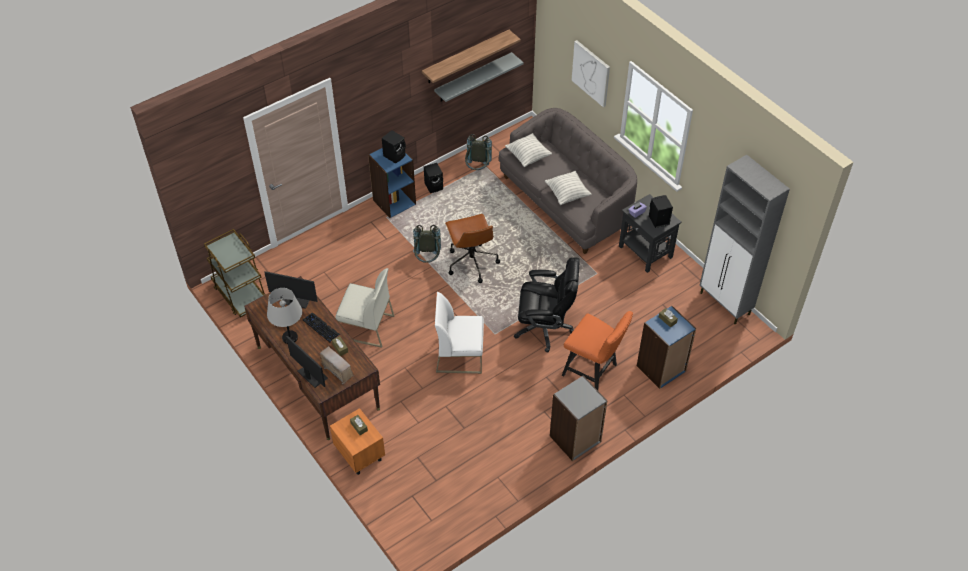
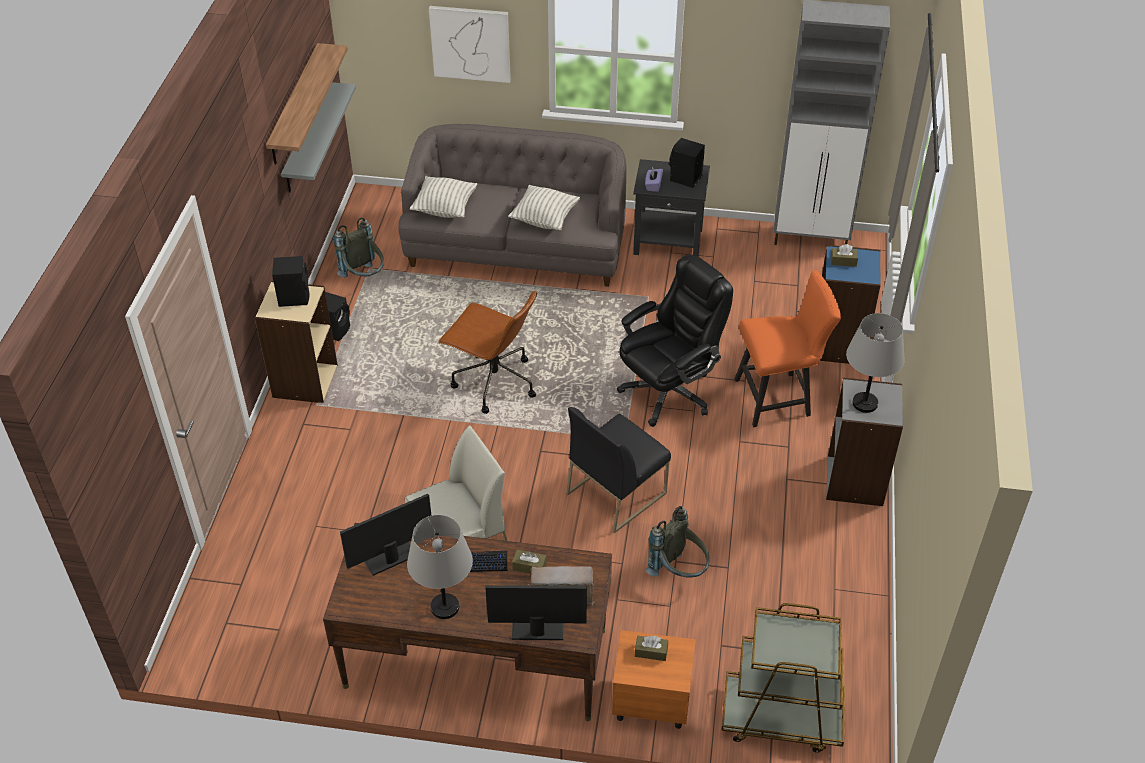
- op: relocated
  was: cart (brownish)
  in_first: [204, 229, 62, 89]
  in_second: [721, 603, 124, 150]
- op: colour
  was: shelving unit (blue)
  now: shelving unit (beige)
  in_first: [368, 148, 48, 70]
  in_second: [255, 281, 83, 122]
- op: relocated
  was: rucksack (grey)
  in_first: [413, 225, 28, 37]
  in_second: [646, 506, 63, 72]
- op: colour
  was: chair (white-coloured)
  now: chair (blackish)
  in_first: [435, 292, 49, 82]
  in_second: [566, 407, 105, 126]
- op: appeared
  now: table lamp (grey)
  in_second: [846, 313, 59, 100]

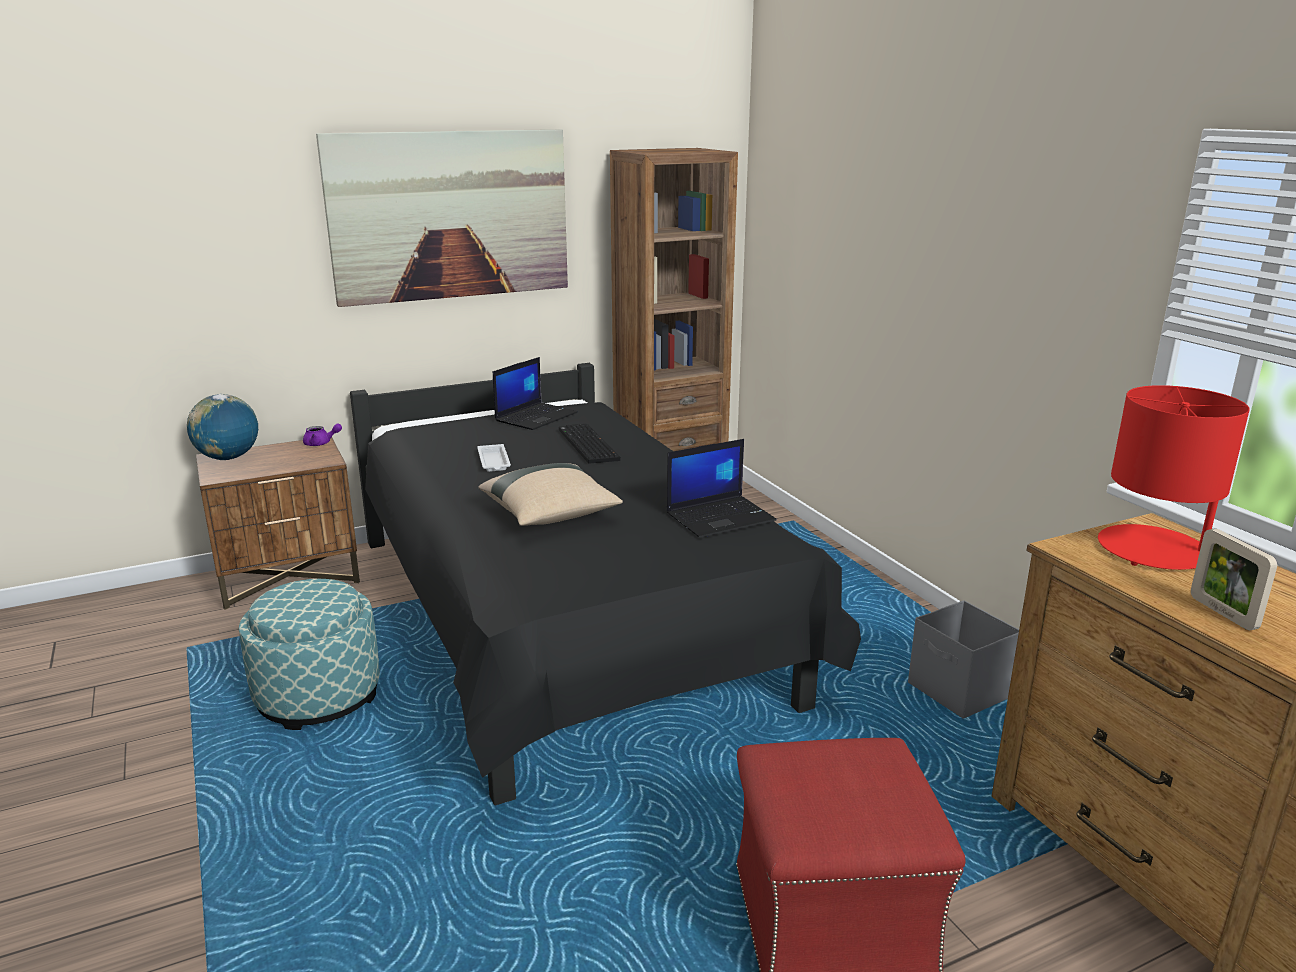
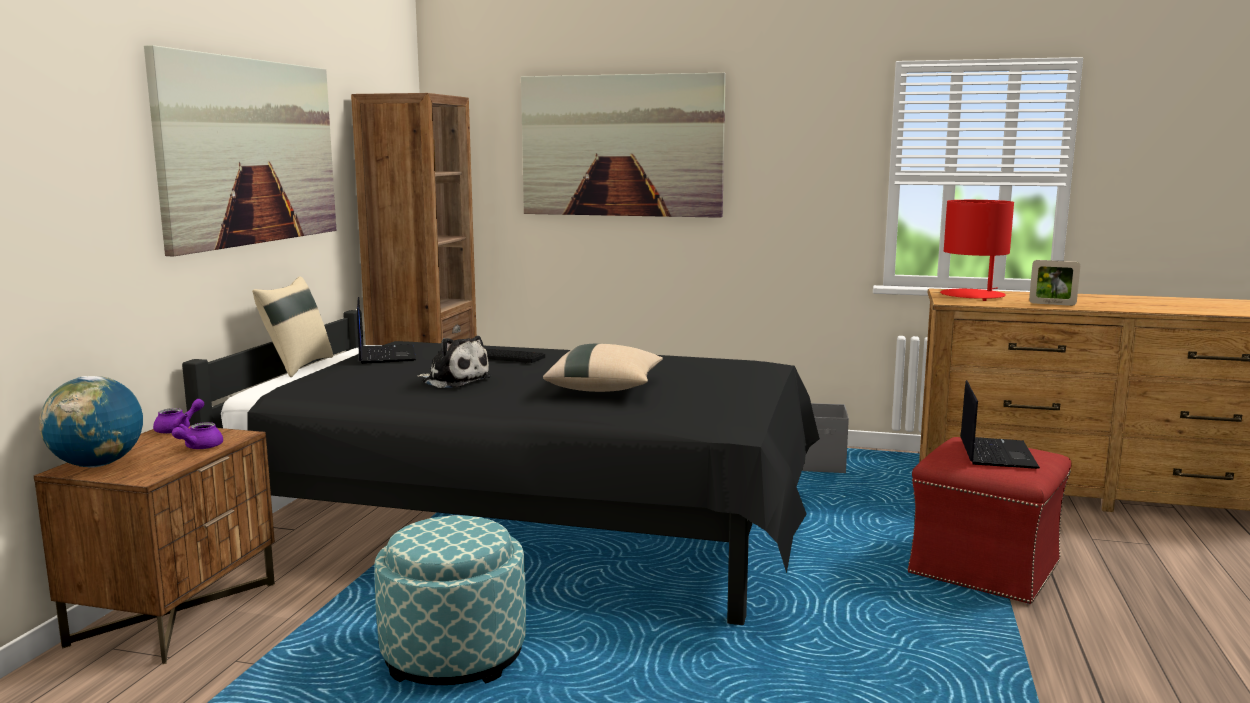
- op: exchanged
  was: tray (white-coloured)
  now: cuddly toy
  in_first: [477, 444, 34, 28]
  in_second: [417, 336, 74, 52]
- op: relocated
  was: portable computer
  in_first: [667, 439, 110, 99]
  in_second: [960, 380, 80, 89]
- op: appeared
  now: pot for tea (purple-coloured)
  in_second: [172, 422, 51, 27]
- op: appeared
  now: cushion (beige)
  in_second: [252, 276, 81, 101]
- op: appeared
  now: wall picture
  in_second: [521, 72, 205, 146]

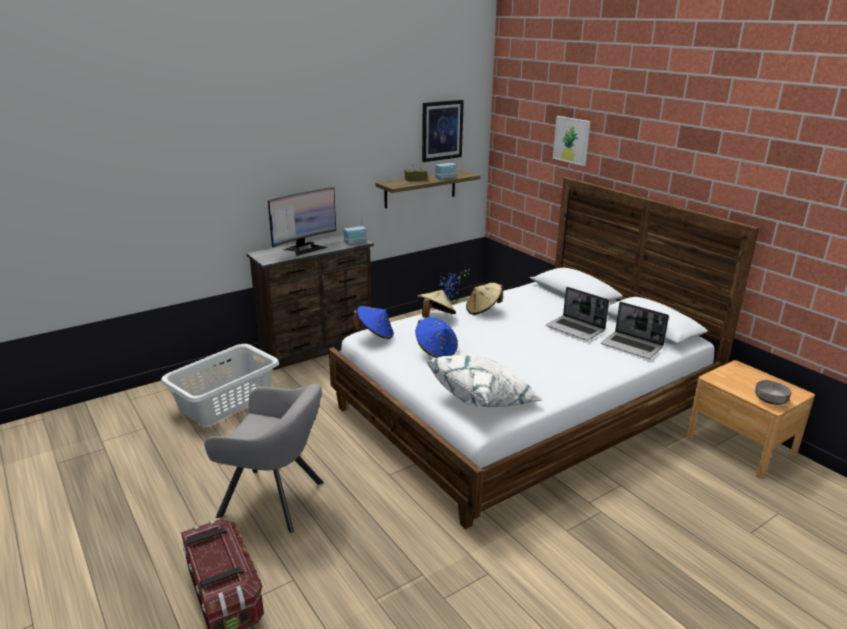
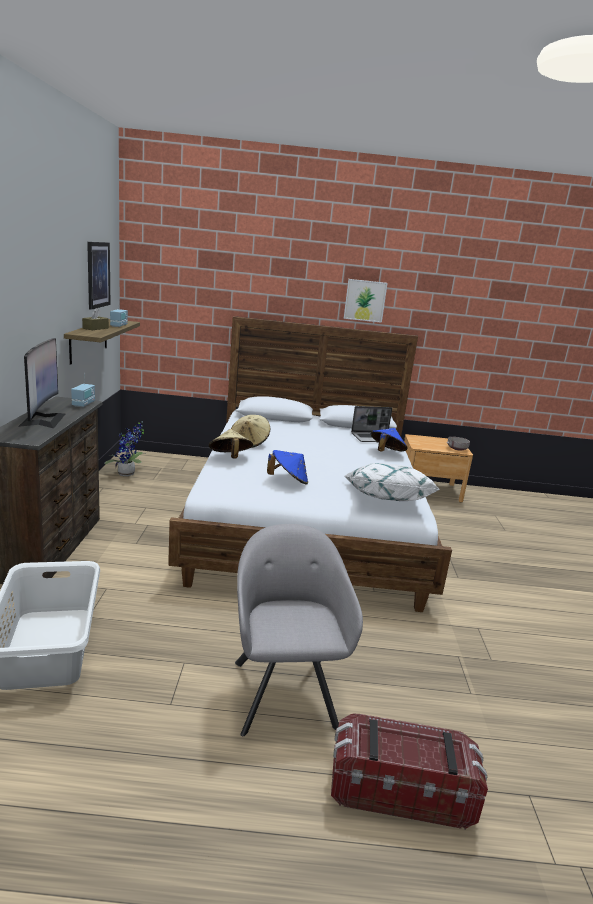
- op: spun
  was: armchair (grey)
  in_first: [204, 384, 120, 149]
  in_second: [235, 524, 128, 213]
  clockwise: -60
- op: relocated
  was: wearable hat (blue)
  in_first: [353, 306, 41, 33]
  in_second: [371, 428, 36, 23]
- op: missing
  was: portable computer
  in_first: [546, 287, 63, 54]
- op: relocated
  was: wall picture
  in_first: [553, 116, 37, 50]
  in_second: [344, 279, 44, 44]

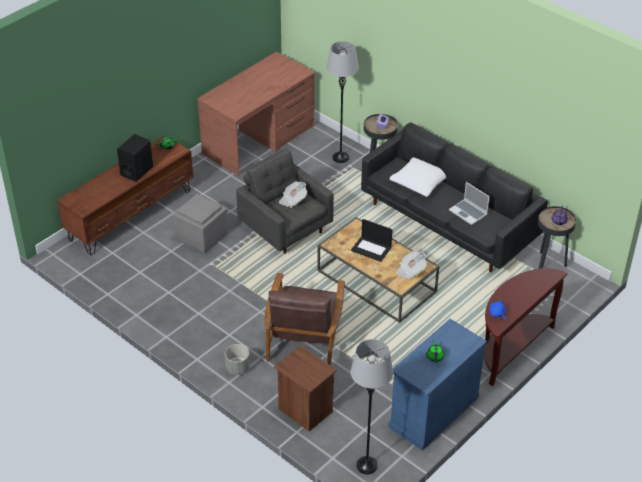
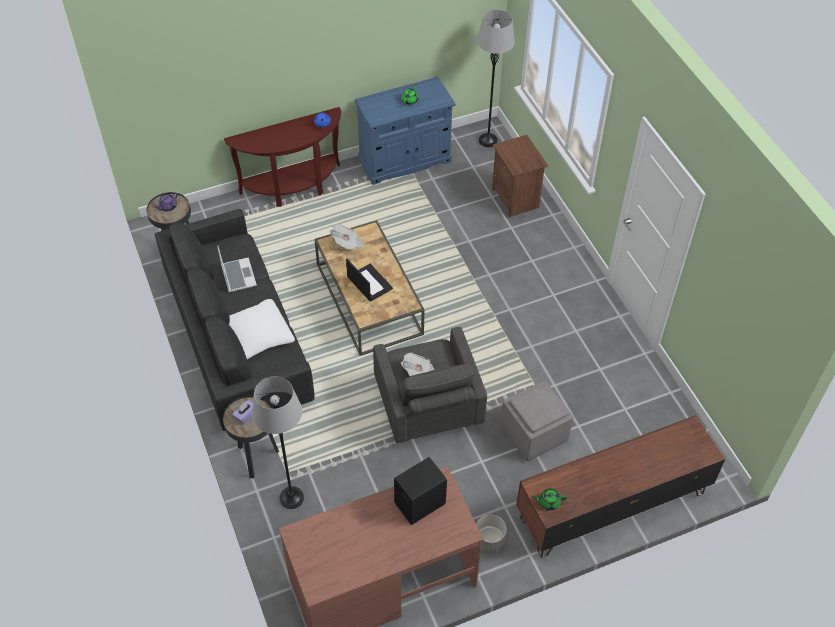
- op: relocated
  was: audio speaker (blackish)
  in_first: [117, 134, 36, 48]
  in_second: [394, 457, 53, 68]
- op: relocated
  was: planter (grey)
  in_first: [225, 344, 25, 31]
  in_second: [476, 515, 31, 38]
- op: missing
  was: armchair (brownish)
  in_first: [264, 273, 81, 93]

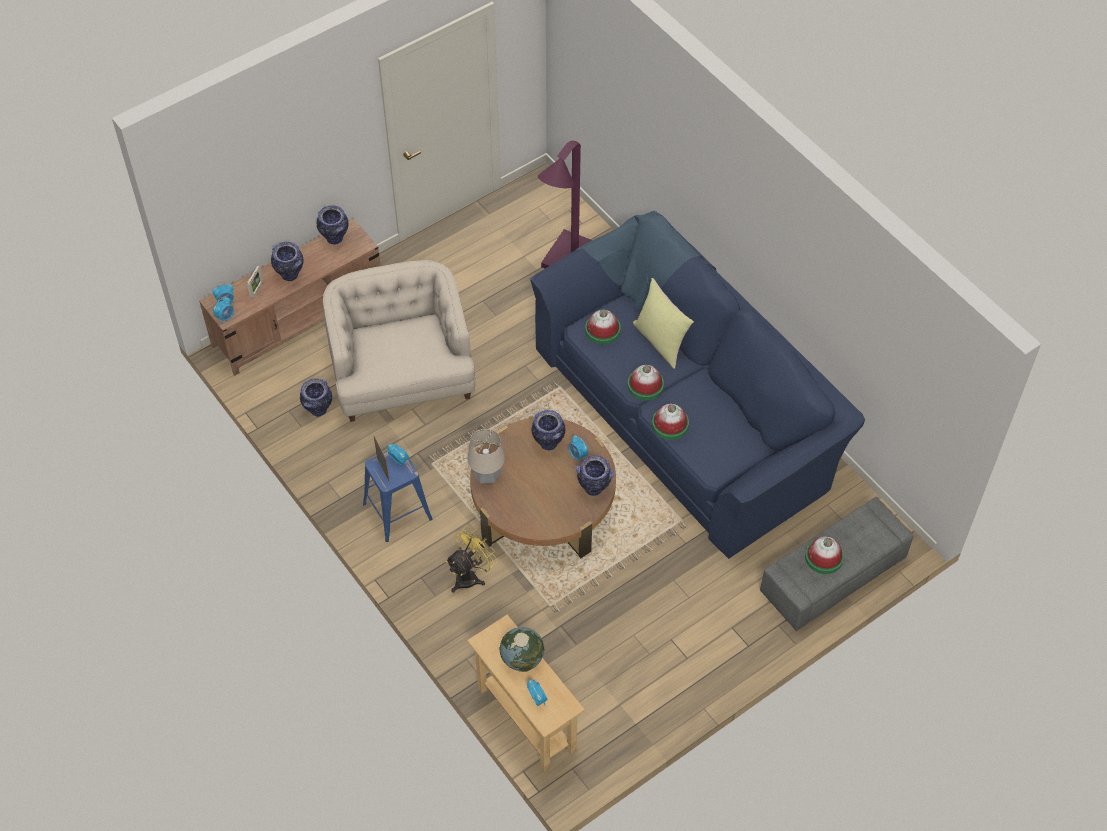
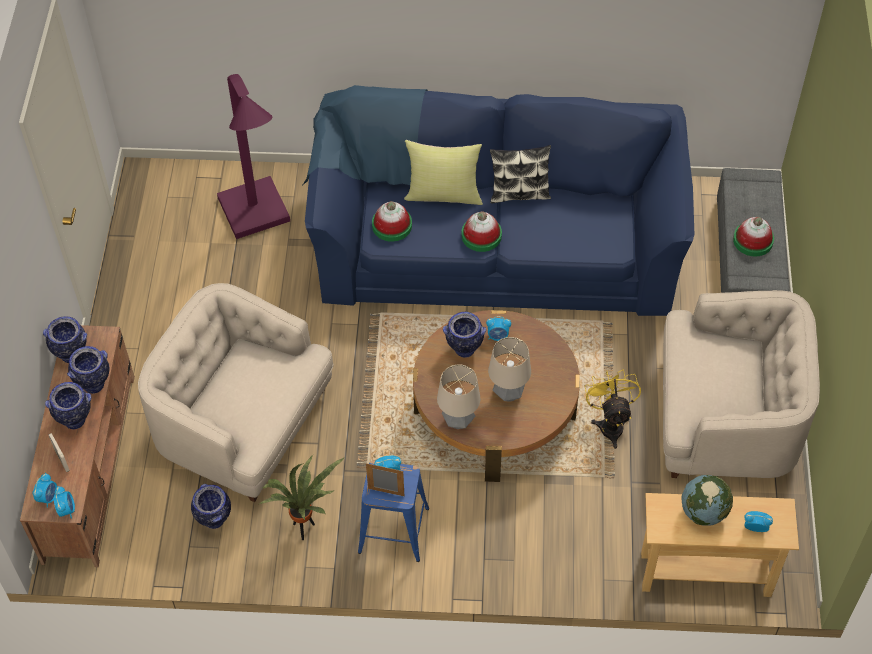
- op: relocated
  was: fan (yellow)
  in_first: [445, 526, 53, 67]
  in_second: [585, 369, 56, 80]
- op: relocated
  was: decorative vase
  in_first: [576, 456, 38, 40]
  in_second: [67, 346, 42, 48]
- op: missing
  was: wearable hat
  in_first: [652, 404, 37, 36]
- op: appeared
  now: potted plant
  in_second: [259, 455, 86, 85]
- op: appeared
  now: table lamp
  in_second: [488, 337, 43, 65]
- op: appeared
  now: cushion
  in_second: [490, 145, 61, 59]
- op: appeared
  now: armchair (beige)
  in_second: [663, 290, 157, 188]

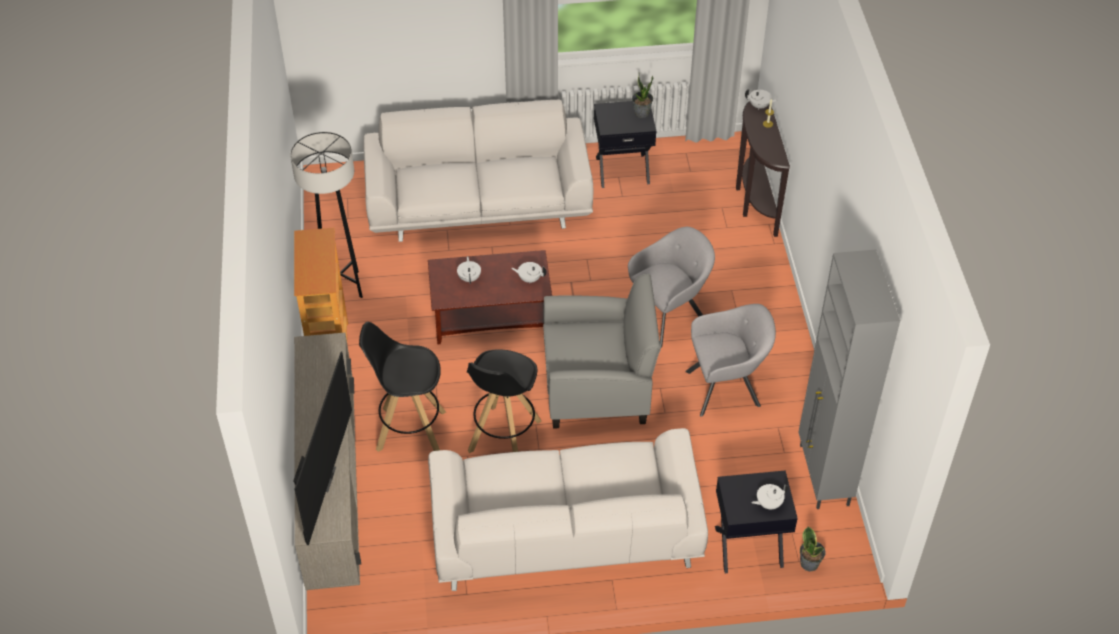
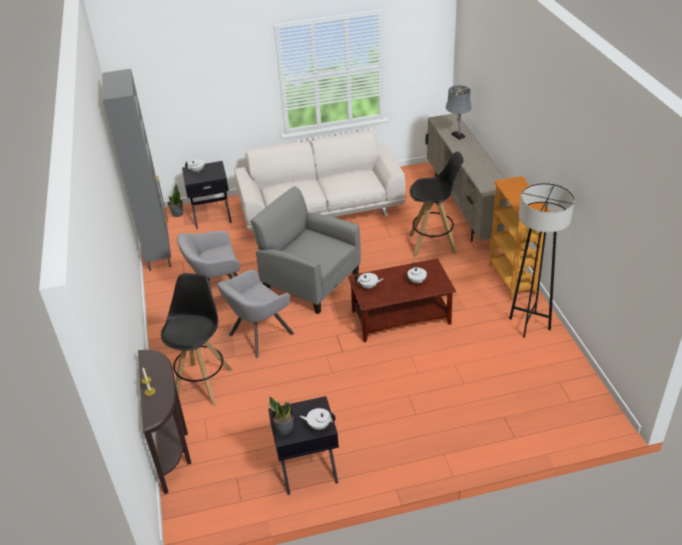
- op: exchanged
  was: TV set
  now: table lamp (grey)
  in_first: [293, 351, 59, 194]
  in_second: [446, 85, 26, 55]
- op: missing
  was: couch (white-coloured)
  in_first: [363, 100, 230, 142]
- op: relocated
  was: sitting stool (blackish)
  in_first: [467, 349, 75, 104]
  in_second: [161, 273, 71, 133]
- op: spun
  was: armchair (grey)
  in_first: [543, 274, 118, 155]
  in_second: [250, 186, 111, 128]
  clockwise: 45
- op: relocated
  was: pot for tea (white-coloured)
  in_first: [745, 89, 33, 21]
  in_second: [300, 408, 36, 22]

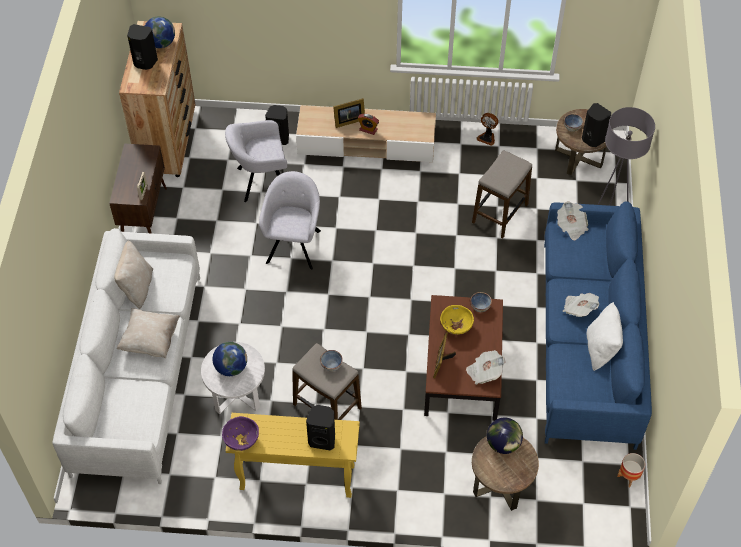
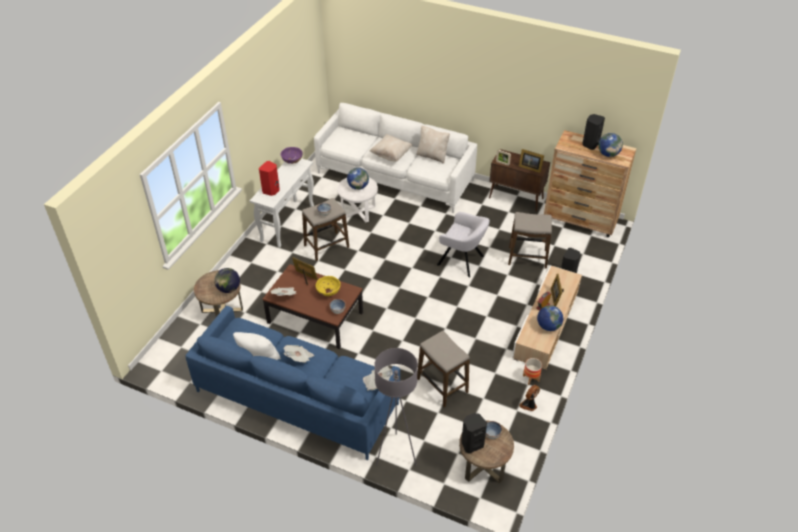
- op: exchanged
  was: armchair (grey)
  now: sitting stool
  in_first: [225, 120, 62, 82]
  in_second: [508, 212, 44, 57]
- op: colour
  was: narrow table (yellow)
  now: narrow table (white-coloured)
  in_first: [226, 413, 134, 85]
  in_second: [250, 158, 64, 90]
- op: colour
  was: audio speaker (blackish)
  now: audio speaker (red)
  in_first: [306, 405, 29, 46]
  in_second: [259, 161, 21, 35]
- op: relocated
  was: planter
  in_first: [617, 453, 28, 34]
  in_second: [523, 358, 19, 27]
- op: appeared
  now: picture frame
  in_second: [519, 149, 25, 24]
- op: appeared
  now: world globe
  in_second: [537, 305, 26, 26]

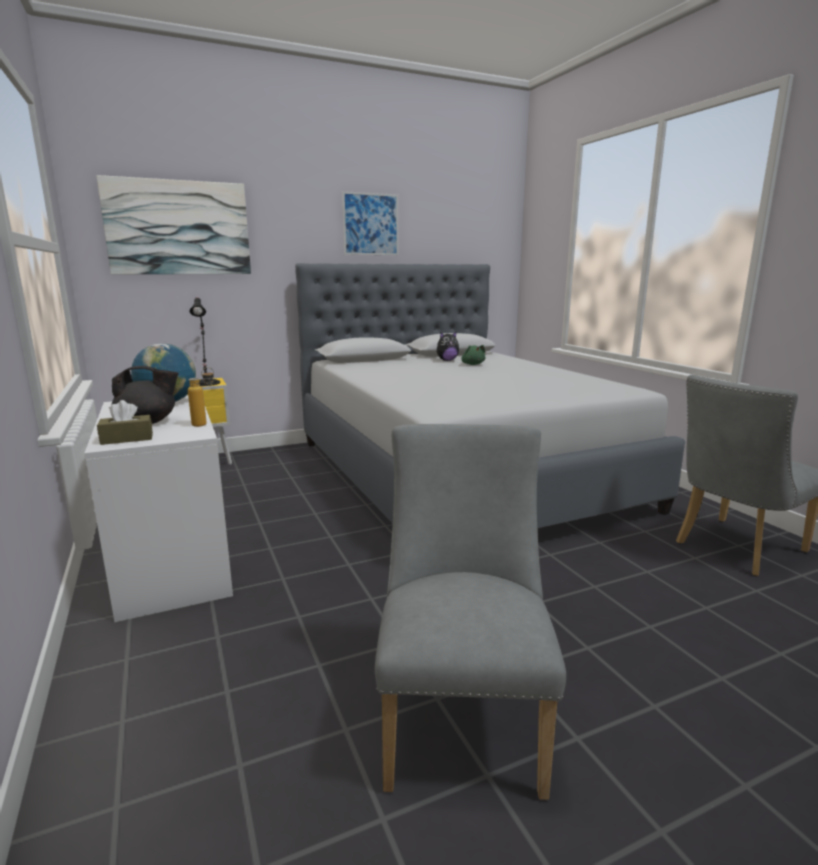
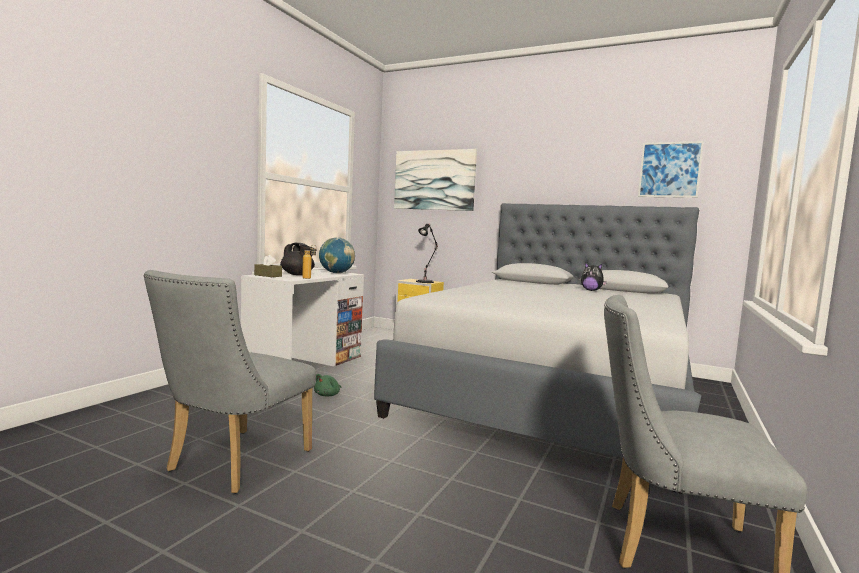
- op: relocated
  was: wall picture
  in_first: [342, 191, 56, 64]
  in_second: [638, 141, 66, 57]
- op: spun
  was: chair (grey)
  in_first: [375, 424, 191, 376]
  in_second: [143, 270, 173, 224]
  clockwise: 150
- op: relocated
  was: cuddly toy (green)
  in_first: [461, 345, 24, 20]
  in_second: [314, 374, 27, 23]

